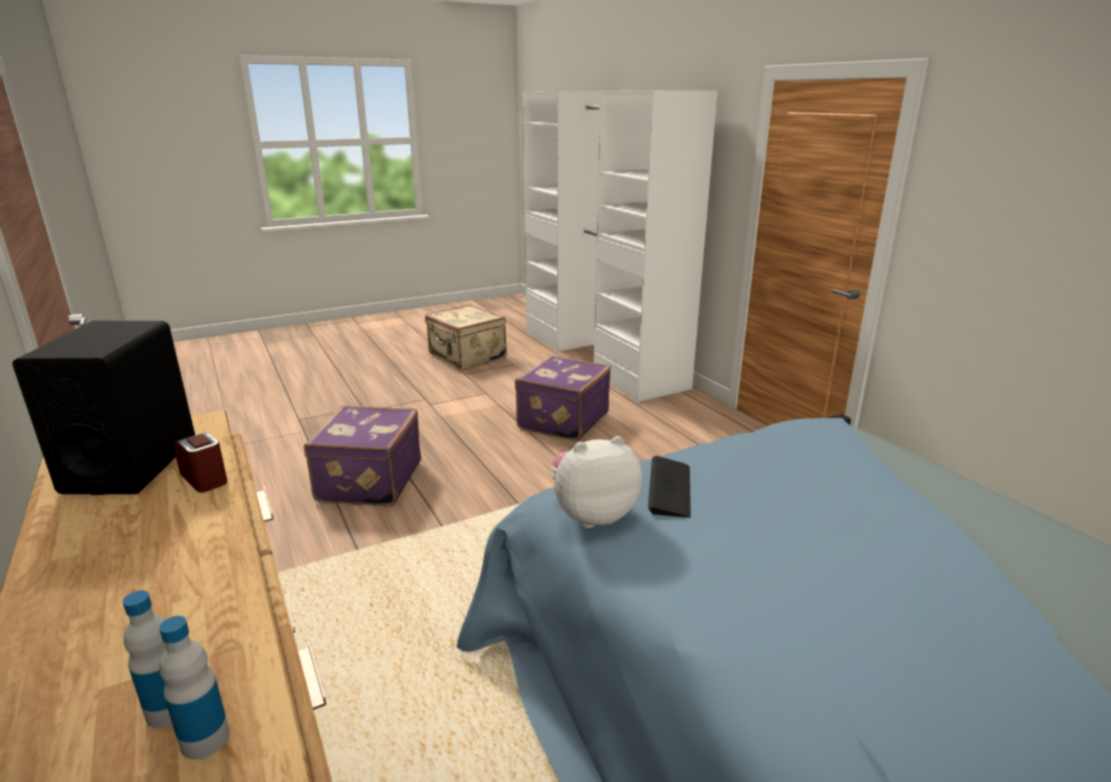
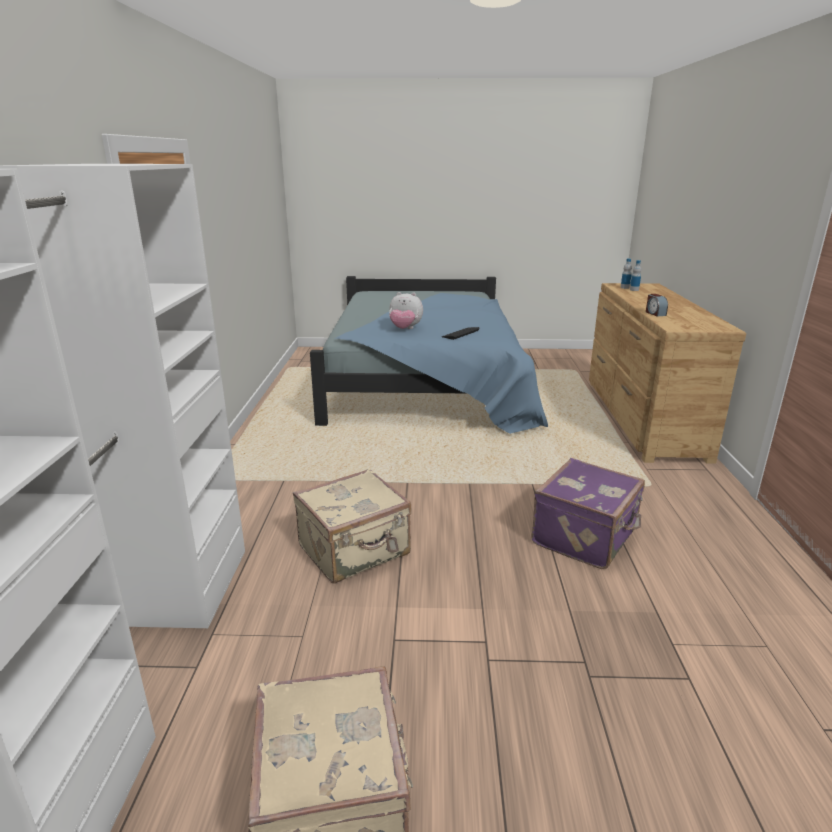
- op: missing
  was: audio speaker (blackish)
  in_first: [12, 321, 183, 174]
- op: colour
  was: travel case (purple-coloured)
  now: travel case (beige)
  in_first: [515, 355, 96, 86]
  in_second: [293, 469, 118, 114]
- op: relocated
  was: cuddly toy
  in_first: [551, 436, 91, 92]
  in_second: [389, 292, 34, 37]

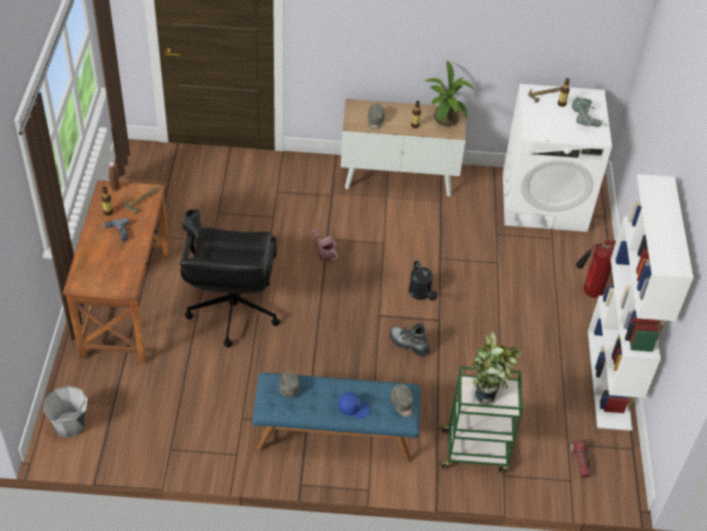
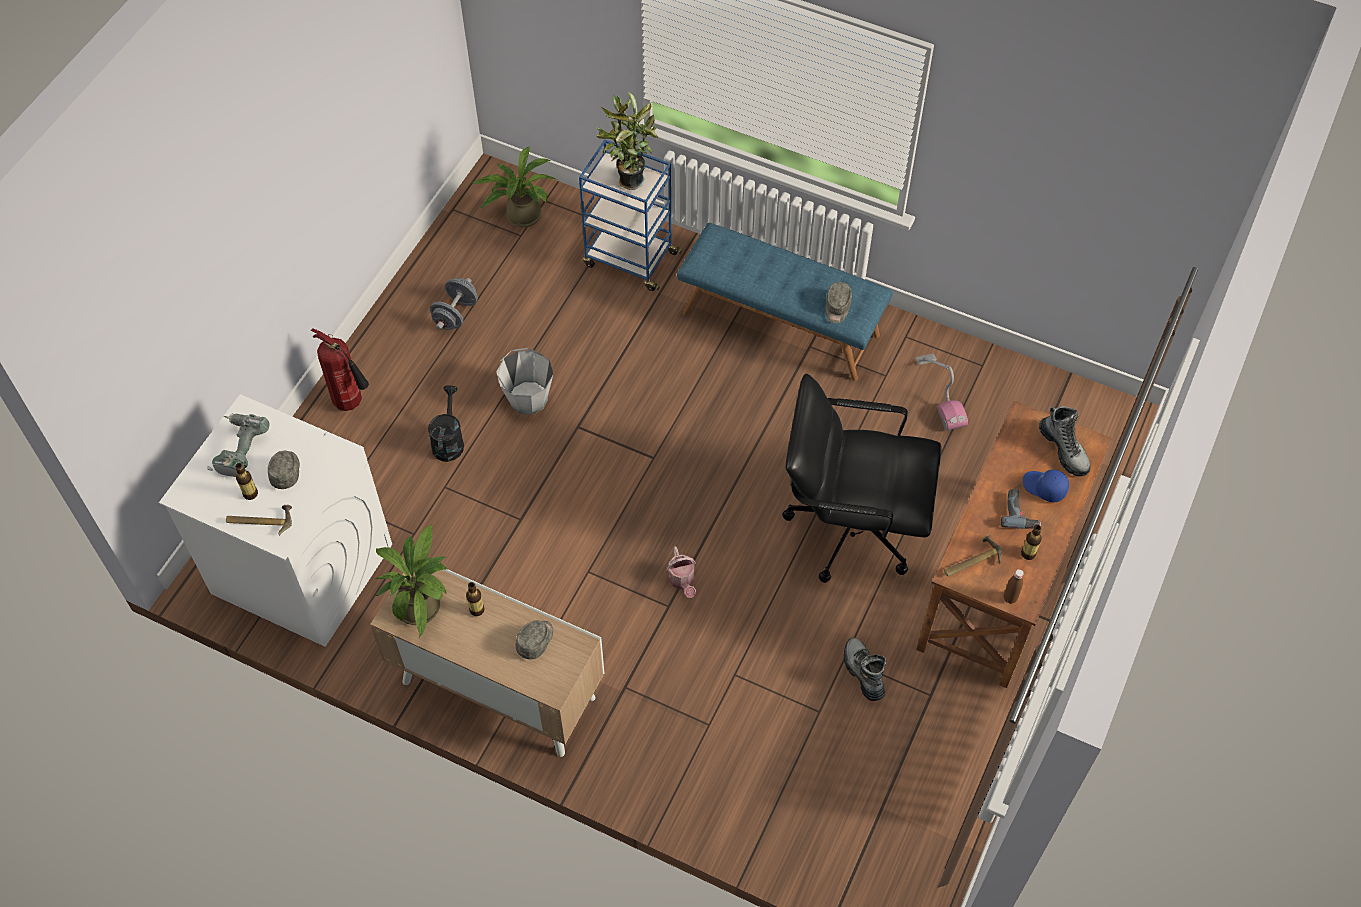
- op: relocated
  was: water bucket (grey)
  in_first: [42, 386, 46, 52]
  in_second: [497, 348, 56, 66]
- op: spun
  was: office chair (blackish)
  in_first: [180, 227, 100, 121]
  in_second: [783, 374, 159, 209]
  clockwise: -105
- op: relocated
  was: baseball cap (blue)
  in_first: [338, 392, 33, 26]
  in_second: [1023, 470, 46, 32]
- op: relocated
  was: boot
  in_first: [390, 323, 40, 33]
  in_second: [1039, 406, 51, 70]
- op: relocated
  was: baseball cap (grey)
  in_first: [390, 384, 23, 33]
  in_second: [268, 451, 32, 38]
- op: relocated
  was: watering can (blackish)
  in_first: [409, 261, 28, 40]
  in_second: [428, 386, 36, 76]
- op: colour
  was: cart (green)
  now: cart (blue)
  in_first: [438, 366, 85, 107]
  in_second: [579, 139, 103, 152]
- op: exchanged
  was: hand torch
  now: potted plant
  in_first: [570, 439, 20, 39]
  in_second: [472, 146, 86, 81]
- op: missing
  was: shelving unit (white-coloured)
  in_first: [588, 174, 105, 257]
- op: appeared
  now: free weight (grey)
  in_second: [430, 278, 48, 52]
- op: appeared
  now: hoover
  in_second: [916, 353, 52, 78]

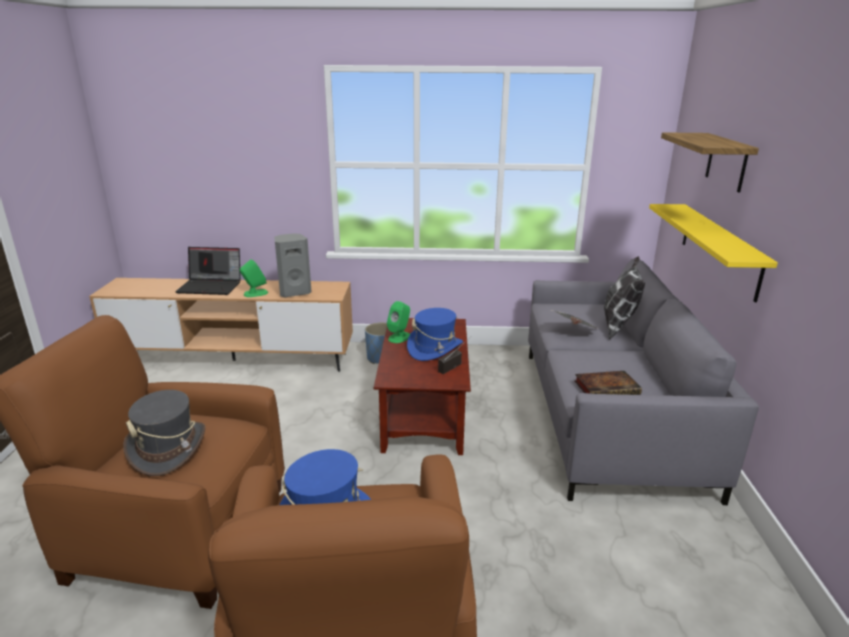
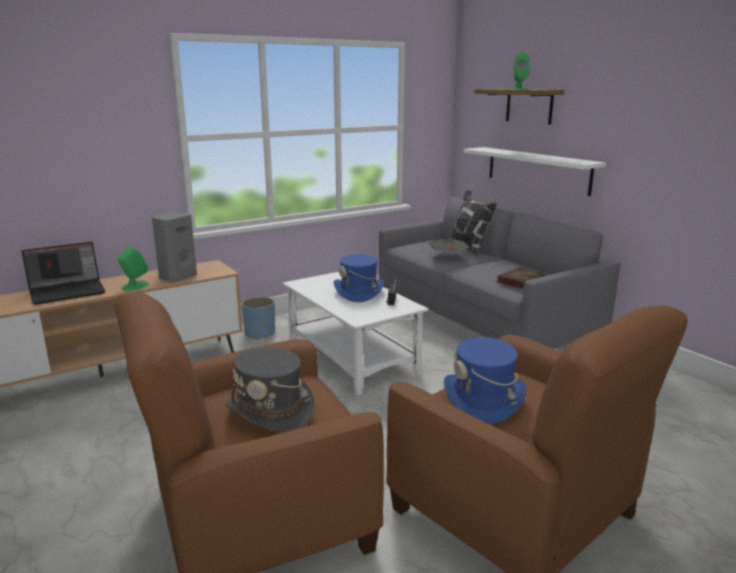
- op: colour
  was: coffee table (brownish)
  now: coffee table (white-coloured)
  in_first: [374, 318, 97, 137]
  in_second: [282, 272, 147, 124]
- op: relocated
  was: audio speaker (green)
  in_first: [387, 301, 23, 42]
  in_second: [511, 52, 18, 37]
- op: colour
  was: bracket shelf (yellow)
  now: bracket shelf (white-coloured)
  in_first: [649, 204, 129, 99]
  in_second: [464, 147, 142, 49]

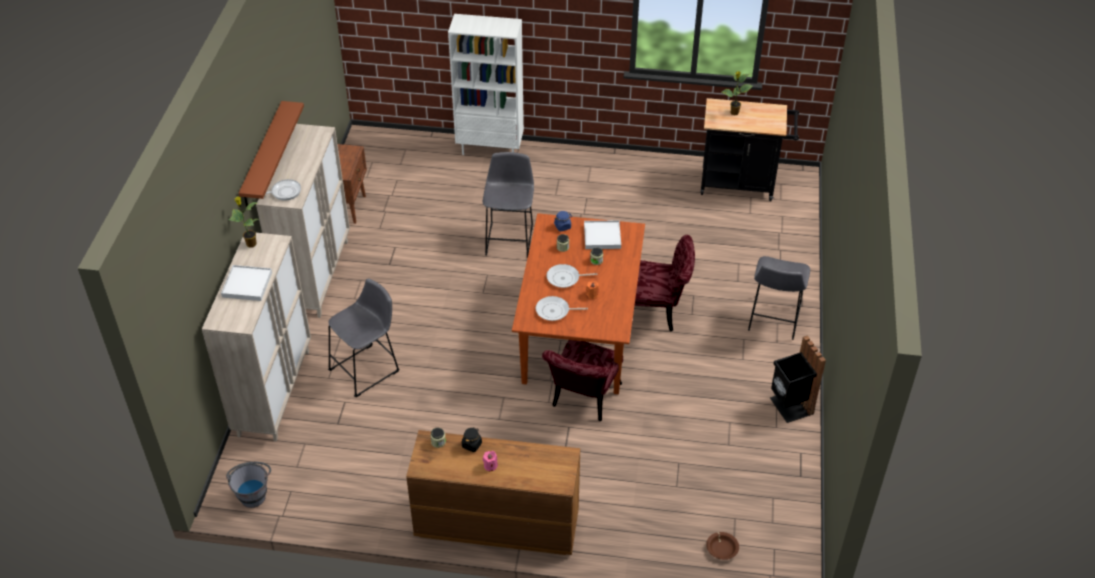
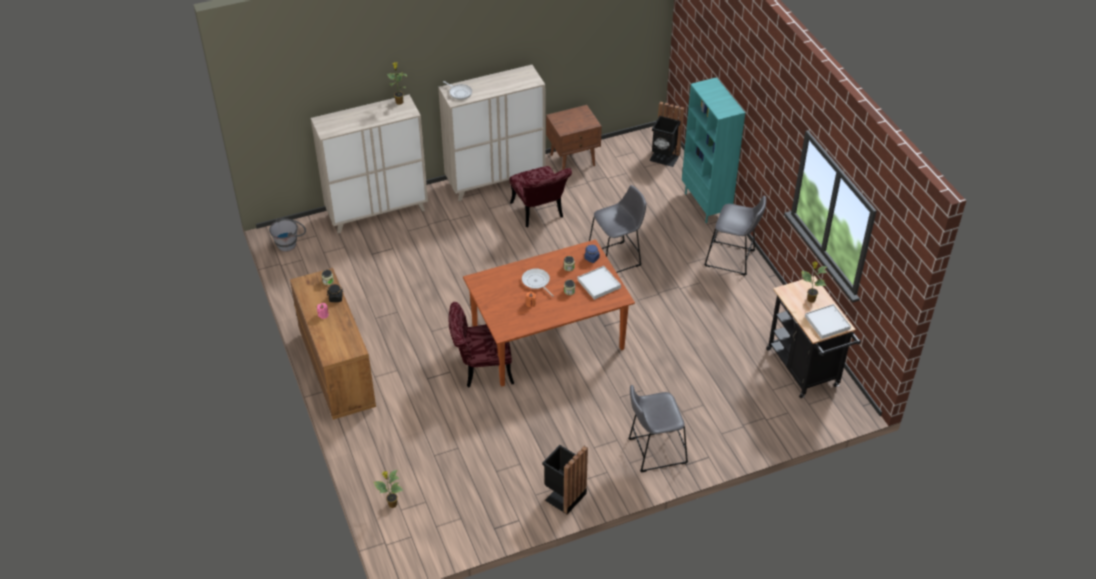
- op: relocated
  was: tray (white-coloured)
  in_first: [221, 265, 51, 36]
  in_second: [805, 304, 46, 35]
- op: missing
  was: bracket shelf (brownish)
  in_first: [239, 101, 65, 106]
- op: relocated
  was: sitting stool (grey)
  in_first: [328, 278, 71, 119]
  in_second: [704, 195, 62, 81]
- op: colour
  was: shelving unit (white-coloured)
  now: shelving unit (turquoise)
  in_first: [448, 14, 76, 141]
  in_second: [682, 77, 63, 146]
- op: missing
  was: frying pan
  in_first: [536, 296, 52, 25]
- op: relocated
  was: chair (red)
  in_first: [635, 235, 60, 97]
  in_second: [510, 166, 62, 61]
- op: exchanged
  was: bowl (brownish)
  now: potted plant
  in_first: [706, 532, 33, 28]
  in_second: [374, 470, 29, 38]
- op: appeared
  now: waste bin (blackish)
  in_second: [649, 102, 35, 65]

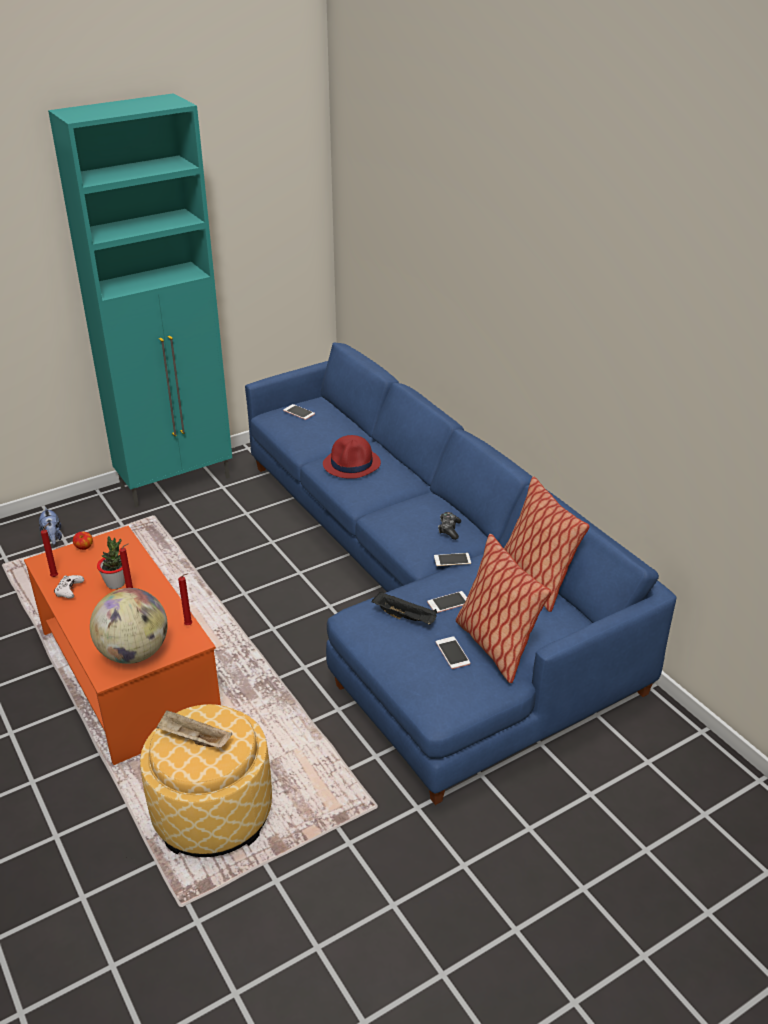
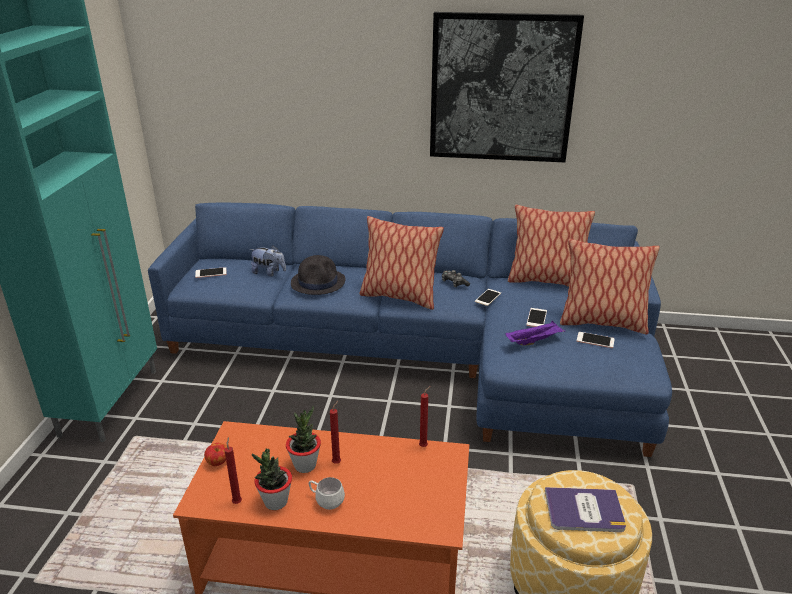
- op: relocated
  was: cuddly toy
  in_first: [39, 508, 23, 37]
  in_second: [250, 246, 36, 31]
- op: exchanged
  was: gamepad (white-coloured)
  now: potted plant
  in_first: [54, 575, 30, 24]
  in_second: [252, 448, 40, 62]
- op: missing
  was: world globe
  in_first: [90, 588, 77, 76]
- op: exchanged
  was: tray (beige)
  now: bound book
  in_first: [157, 710, 75, 38]
  in_second: [545, 487, 81, 45]
- op: colour
  was: wearable hat (red)
  now: wearable hat (blackish)
  in_first: [323, 435, 58, 44]
  in_second: [291, 255, 55, 40]
- op: colour
  was: tray (blackish)
  now: tray (purple-coloured)
  in_first: [372, 592, 65, 33]
  in_second: [505, 321, 61, 24]
- op: appeared
  now: tea mug (white-coloured)
  in_second: [309, 477, 36, 33]
- op: appeared
  now: cushion
  in_second: [359, 216, 85, 94]
- op: appeared
  now: wall picture
  in_second: [430, 12, 154, 151]

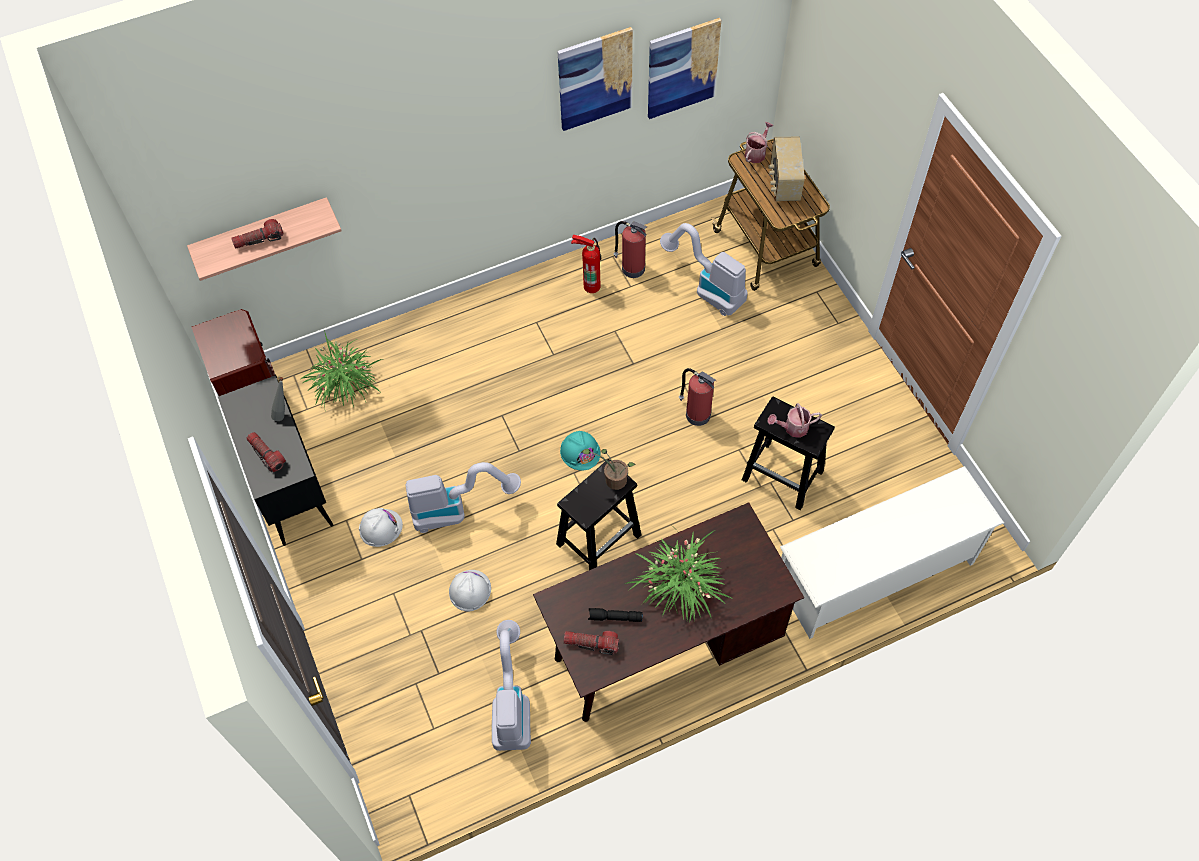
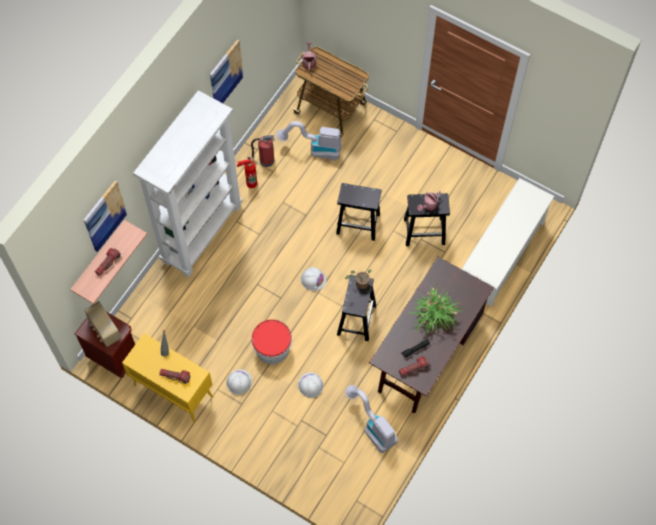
- op: colour
  was: cabinet (blackish)
  now: cabinet (yellow)
  in_first: [218, 375, 115, 171]
  in_second: [122, 333, 91, 90]
- op: missing
  was: potted plant
  in_first: [301, 330, 81, 77]
- op: exchanged
  was: hoover
  now: water bucket
  in_first: [405, 462, 116, 71]
  in_second: [252, 319, 40, 45]
- op: colour
  was: work helmet (turquoise)
  now: work helmet (white-coloured)
  in_first: [560, 431, 41, 39]
  in_second: [301, 267, 26, 24]
- op: relocated
  was: wall picture
  in_first: [648, 18, 73, 101]
  in_second: [84, 180, 43, 72]
- op: exchanged
  was: fire extinguisher
  now: sitting stool (blackish)
  in_first: [679, 368, 37, 58]
  in_second: [336, 183, 46, 58]
- op: relocated
  was: radio receiver
  in_first: [769, 137, 36, 64]
  in_second: [84, 301, 37, 46]
- op: appeared
  now: shelving unit (white-coloured)
  in_second: [133, 90, 109, 187]

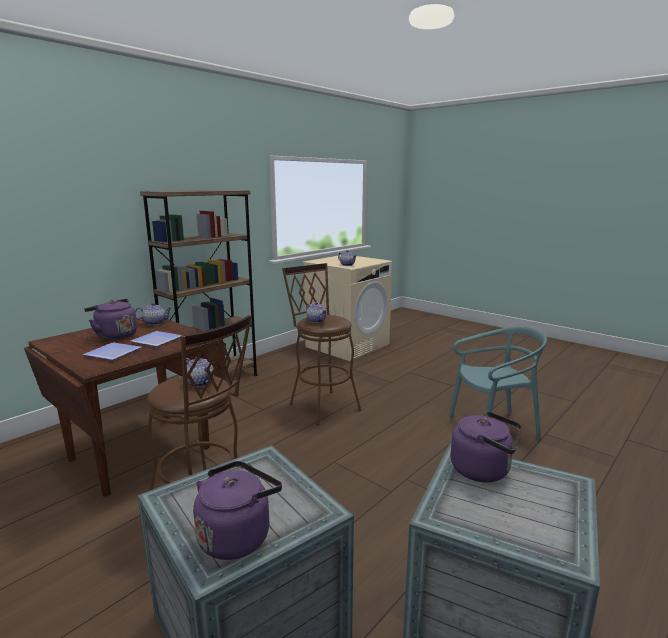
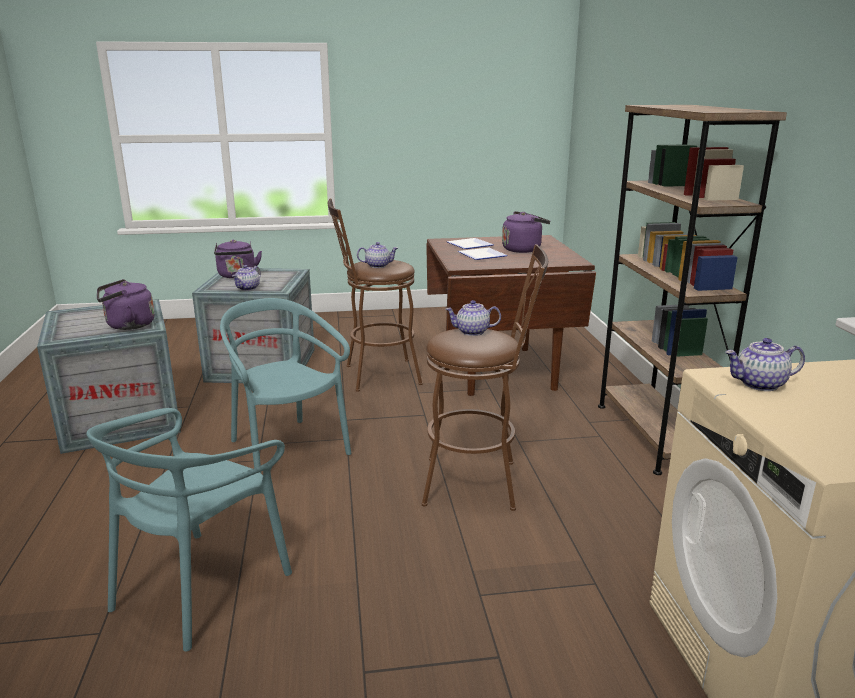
- op: relocated
  was: pot for tea
  in_first: [135, 303, 37, 22]
  in_second: [232, 265, 29, 26]
- op: appeared
  now: chair (turquoise)
  in_second: [220, 298, 132, 175]

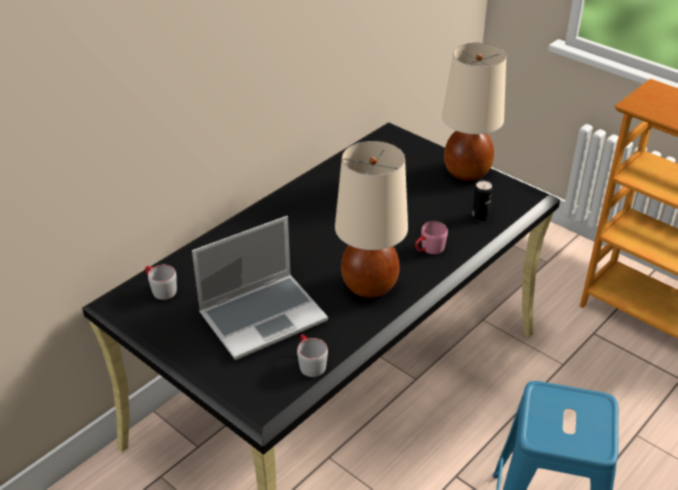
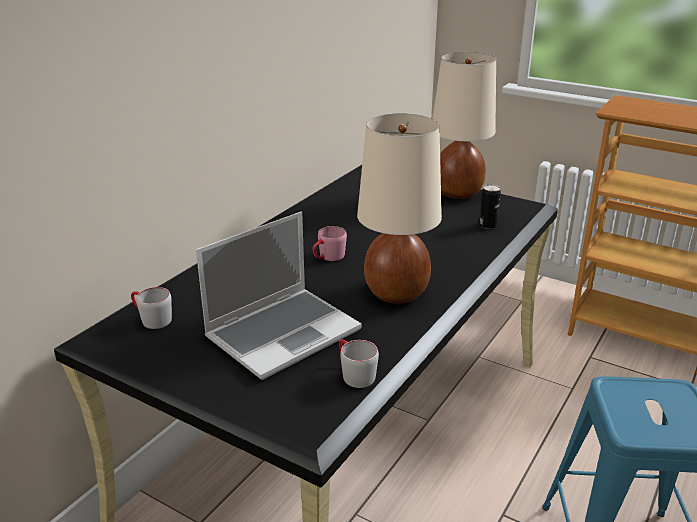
- op: relocated
  was: tea mug (pinkish)
  in_first: [415, 221, 33, 33]
  in_second: [312, 226, 35, 35]

